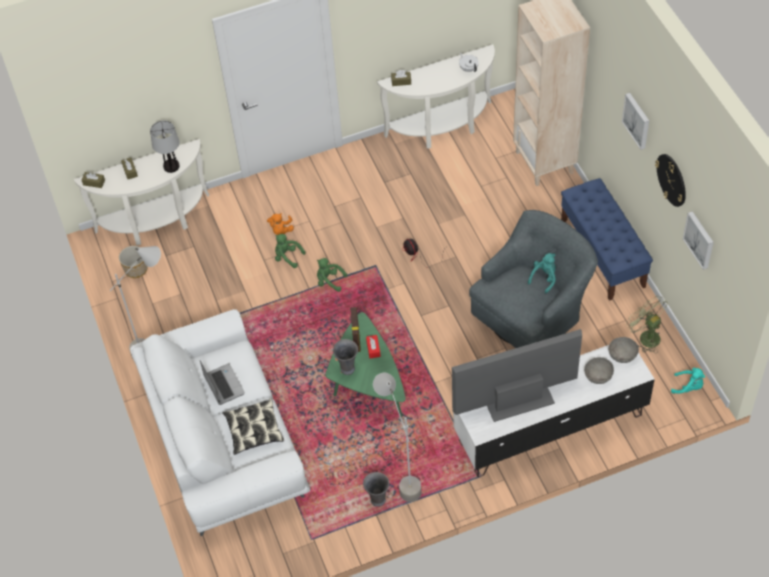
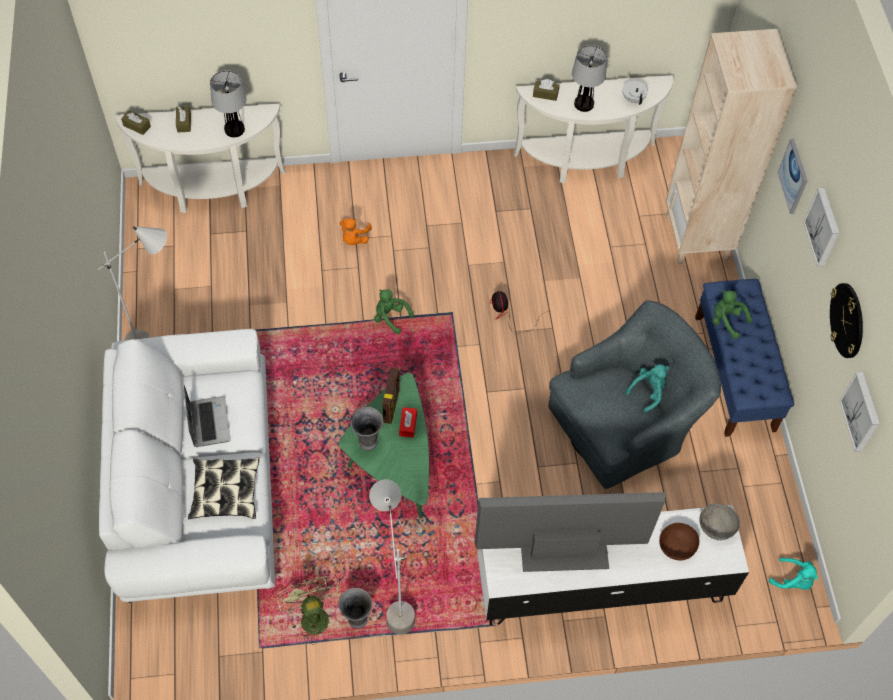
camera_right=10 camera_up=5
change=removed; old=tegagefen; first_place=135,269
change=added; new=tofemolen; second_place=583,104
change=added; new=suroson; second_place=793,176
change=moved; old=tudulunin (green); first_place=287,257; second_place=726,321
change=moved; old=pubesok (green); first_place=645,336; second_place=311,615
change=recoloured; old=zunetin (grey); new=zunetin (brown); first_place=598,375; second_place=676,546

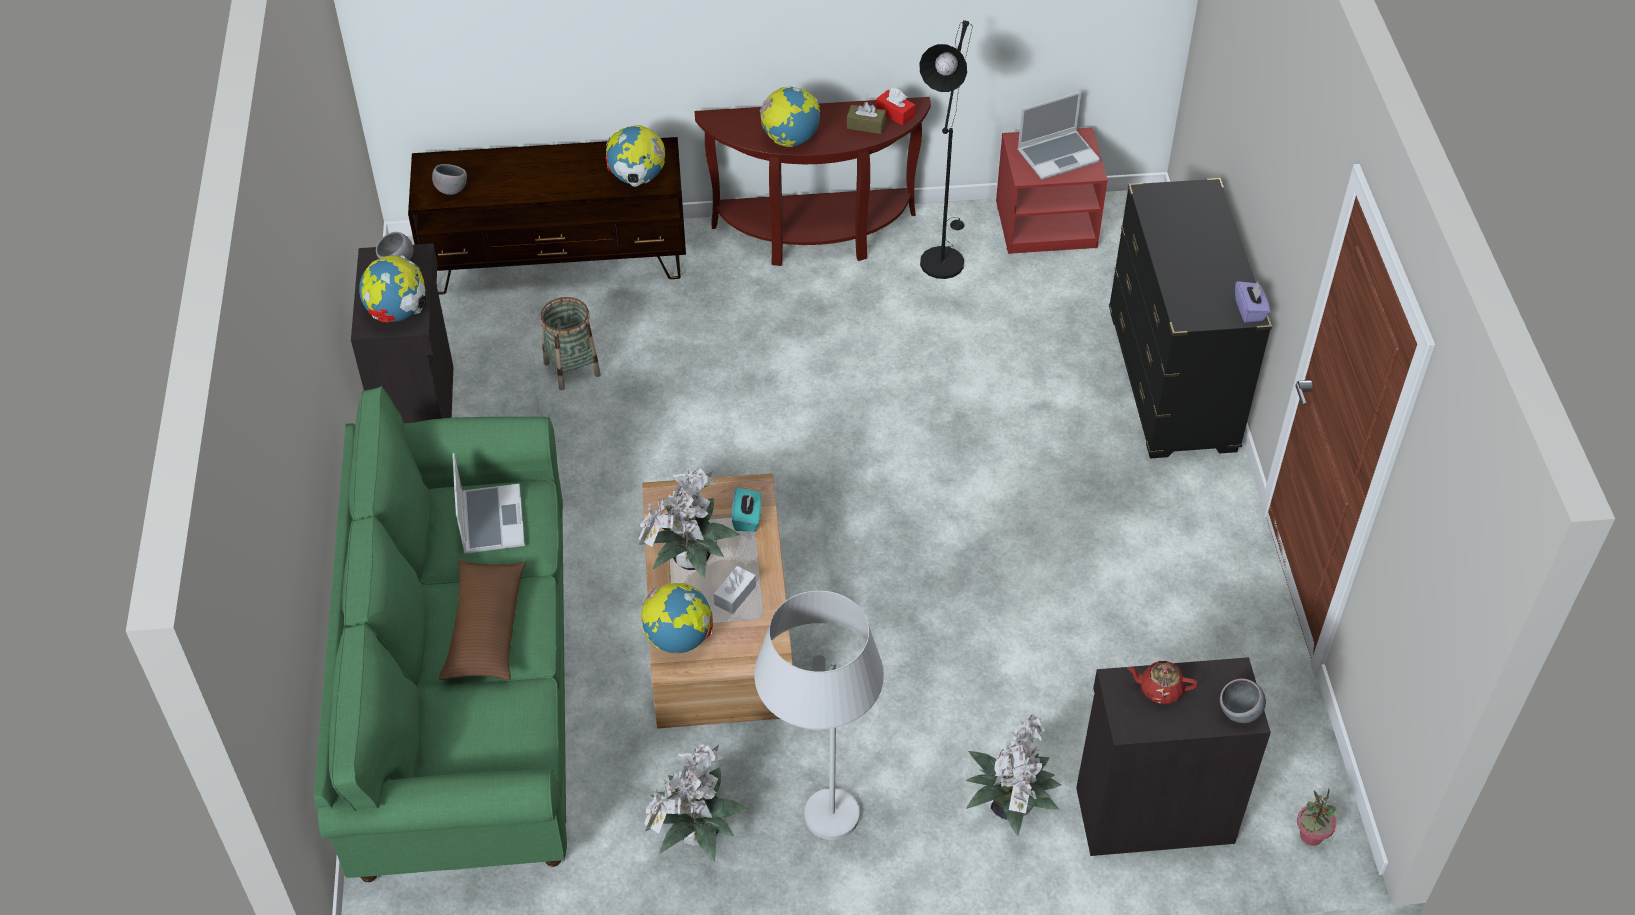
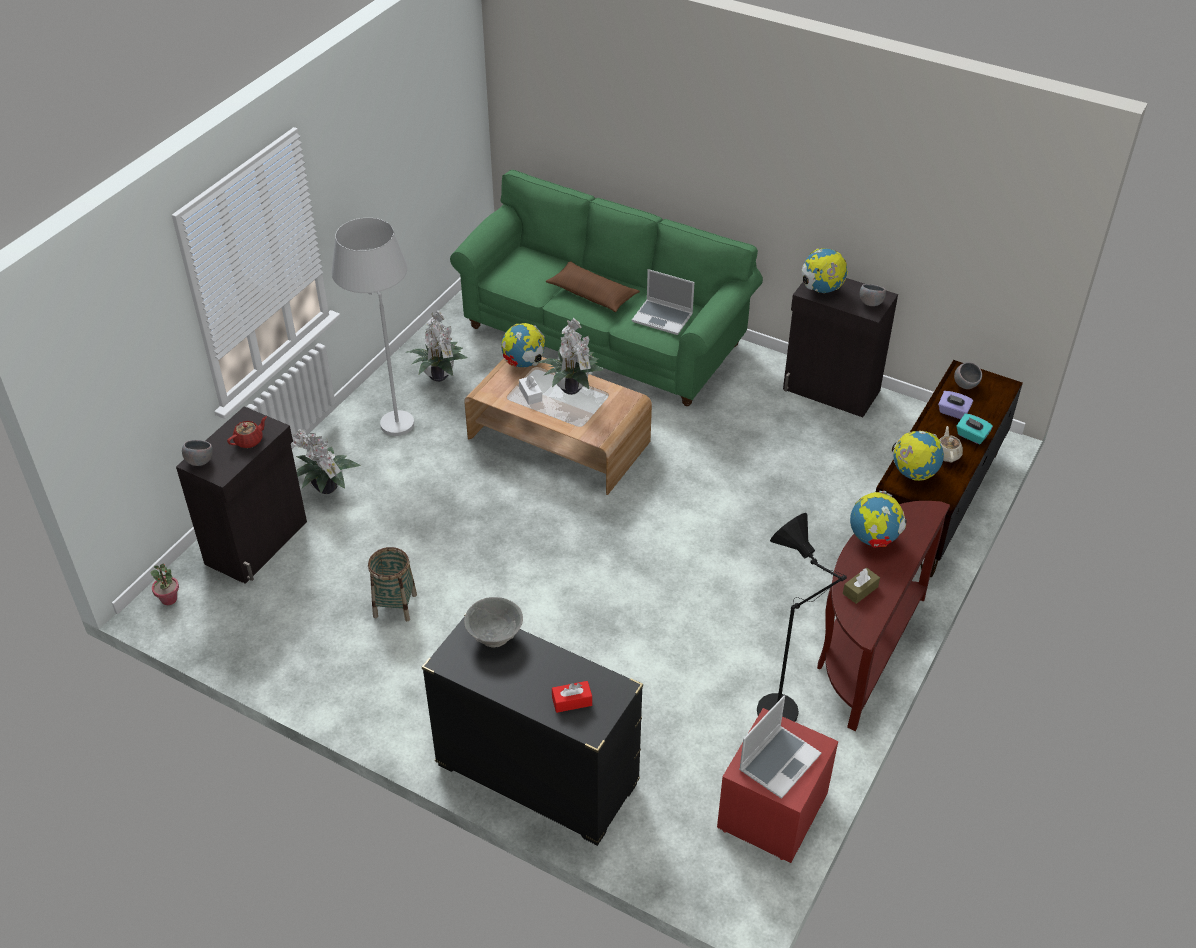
camera_right=125 camera_up=-5
change=added; new=zunetin (grey); second_place=494,635
change=added; new=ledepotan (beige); second_place=947,454
change=moved; old=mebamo; first_place=572,369; second_place=395,605
change=moved; old=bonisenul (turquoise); first_place=747,518; second_place=971,436
change=moved; old=bonisenul (red); first_place=895,113; second_place=572,701
change=moved; old=bonisenul (purple); first_place=1250,310; second_place=953,412
change=turned; old=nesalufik; first_place=1058,155; second_place=779,761; degrees=-150

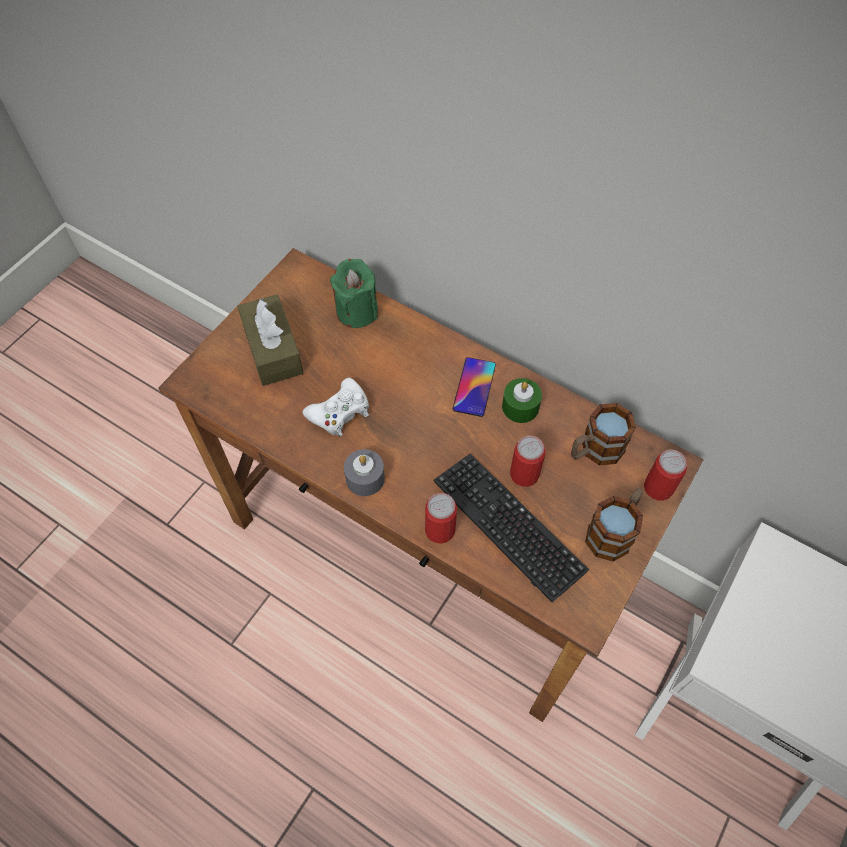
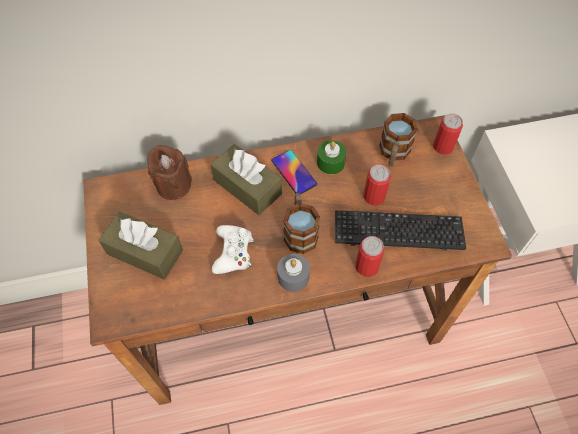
camera_right=-45 camera_up=0
change=added; new=bonisenul (brown); second_place=247,187
change=moved; old=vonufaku; first_place=613,531; second_place=300,231
change=recoloured; old=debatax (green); new=debatax (brown); first_place=357,311; second_place=173,185

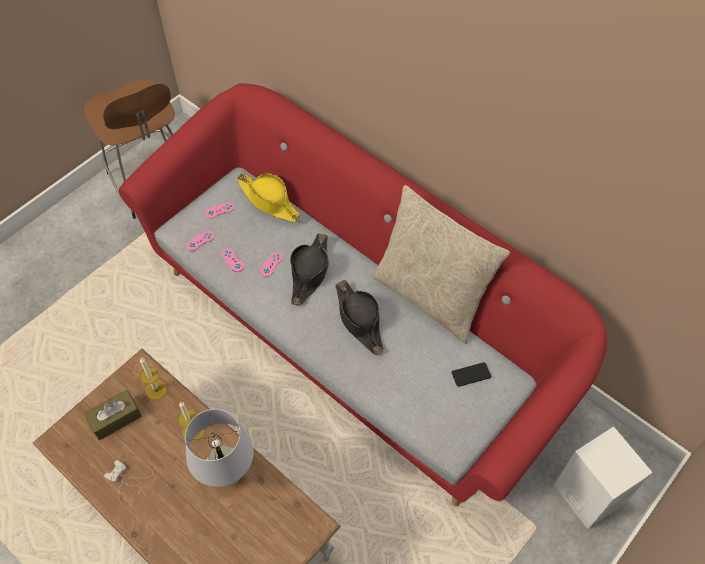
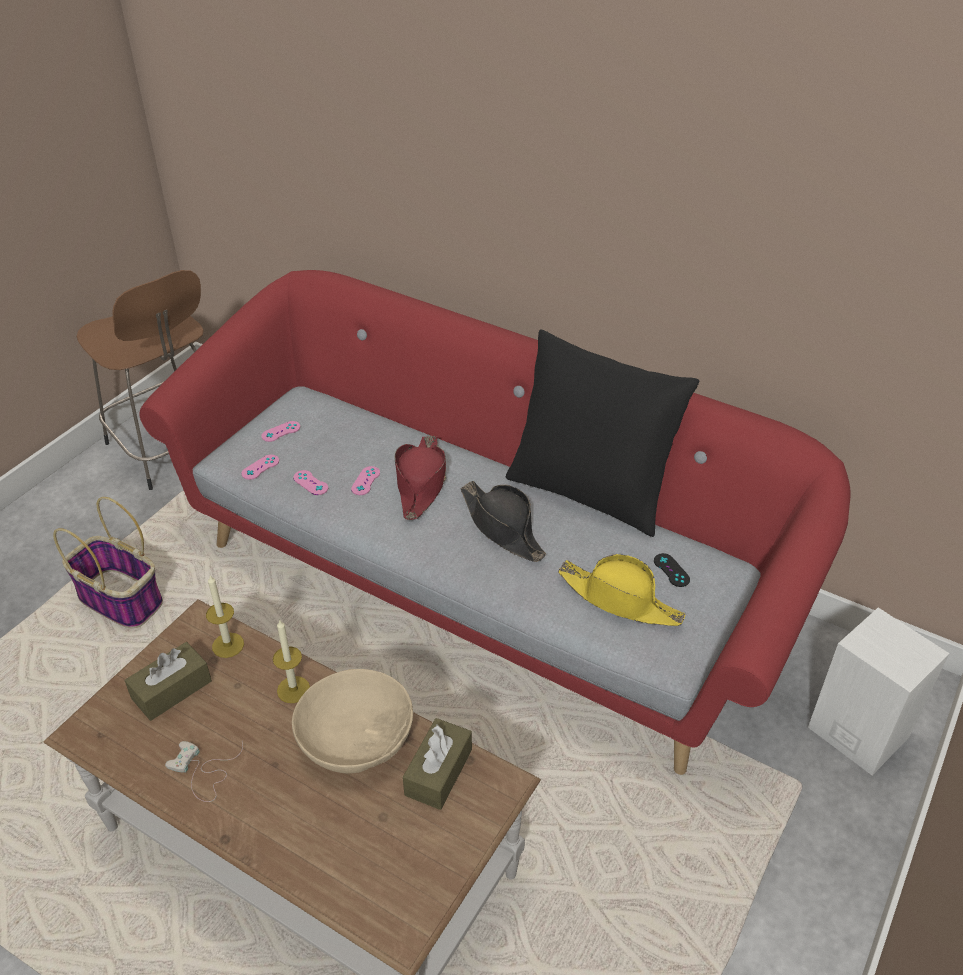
camera_right=-10 camera_up=-15
change=added; new=mebamo; second_place=122,600
change=added; new=bonisenul (brown); second_place=438,772
change=moved; old=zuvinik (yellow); first_place=269,201; second_place=620,600
change=replaced; old=tofemolen (white); new=zunetin (beige); first_place=227,475; second_place=356,737
change=replaced; old=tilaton; new=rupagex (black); first_place=471,374; second_place=671,570
change=recoloured; old=zuvinik (black); new=zuvinik (red); first_place=310,272; second_place=421,483
change=recoloured; old=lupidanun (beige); new=lupidanun (black); first_place=430,296; second_place=590,491

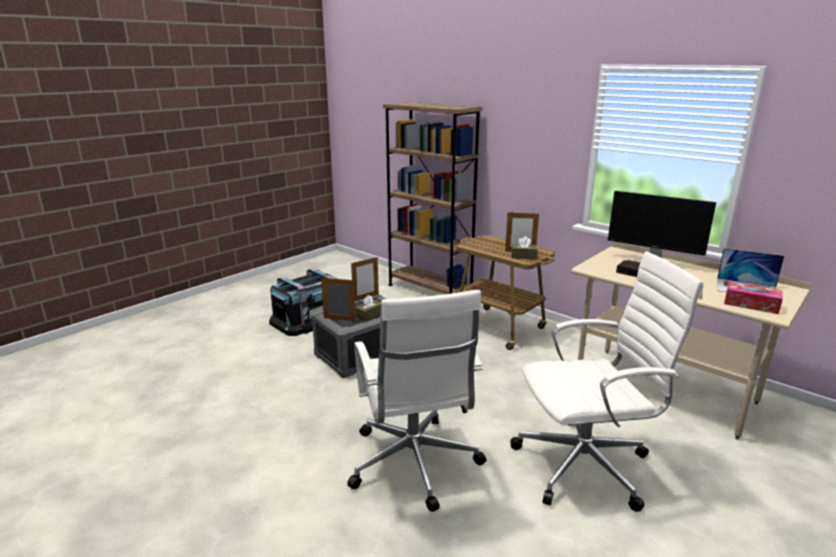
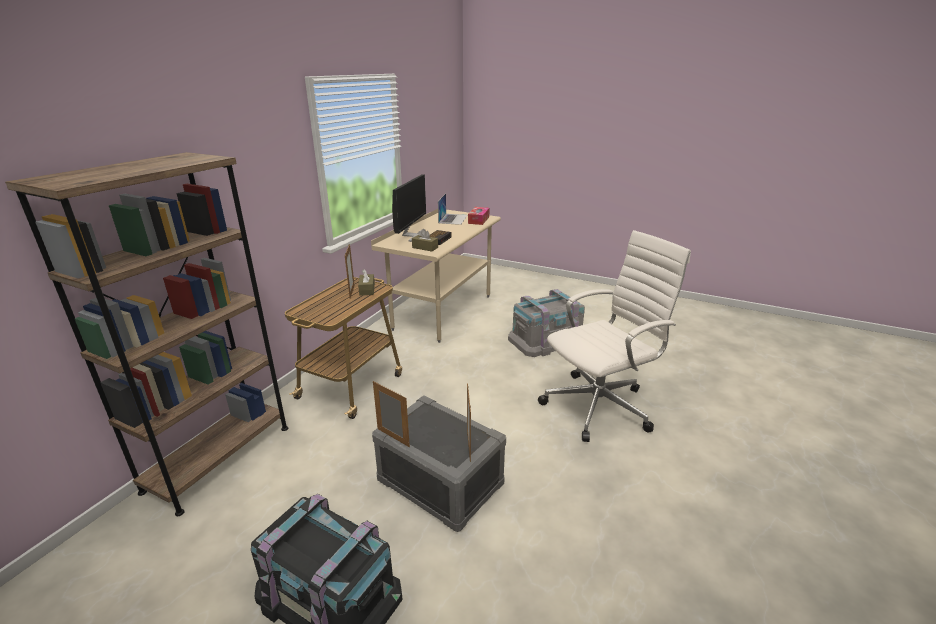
camera_right=-105 camera_up=5
change=moved; old=bonisenul (brown); first_place=369,315; second_place=425,247
change=replaced; old=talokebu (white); new=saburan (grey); first_place=587,465; second_place=546,339

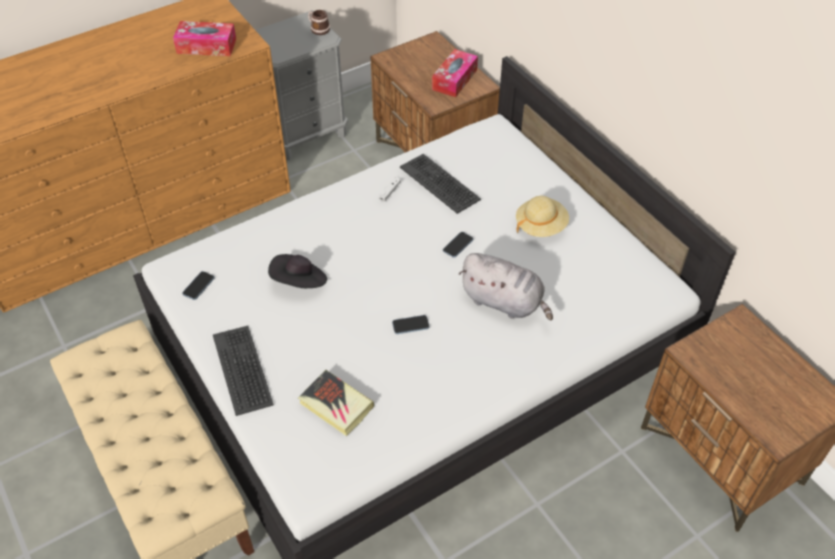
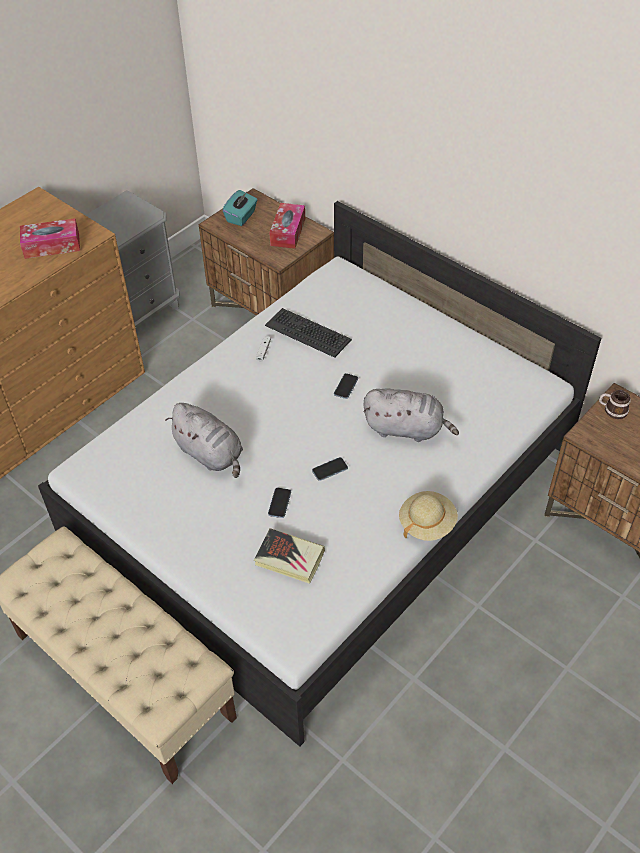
camera_right=-15 camera_up=0
change=removed; old=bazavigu; first_place=243,369
change=added; new=bonisenul (turquoise); second_place=241,217
change=moved; old=tilaton; first_place=198,286; second_place=279,503
change=moved; old=vonufaku; first_place=318,29; second_place=612,410
change=moved; old=zuvinik (beige); first_place=541,226; second_place=427,523
change=replaced; old=zuvinik (black); new=tudulunin (grey); first_place=299,282; second_place=210,454

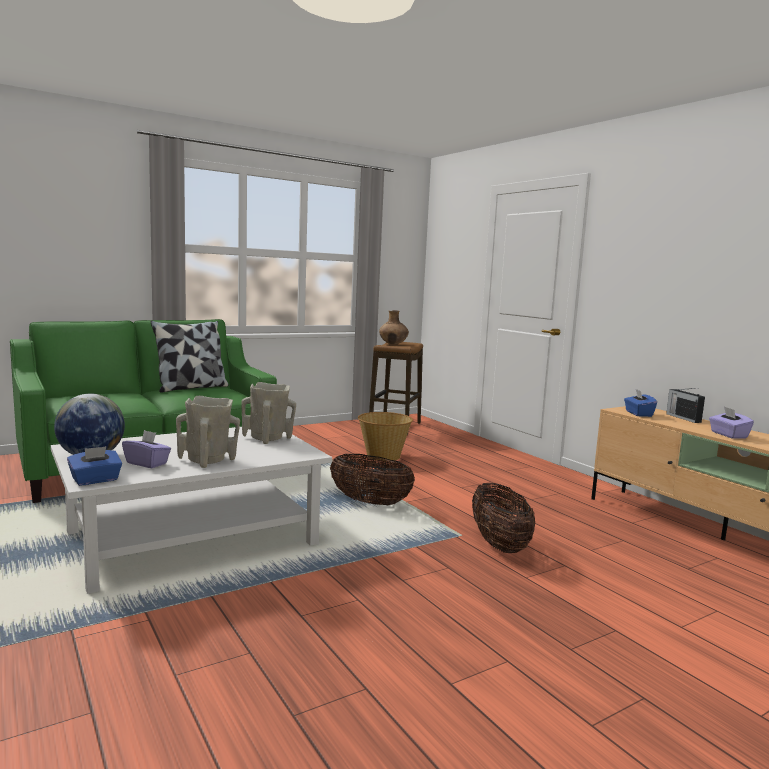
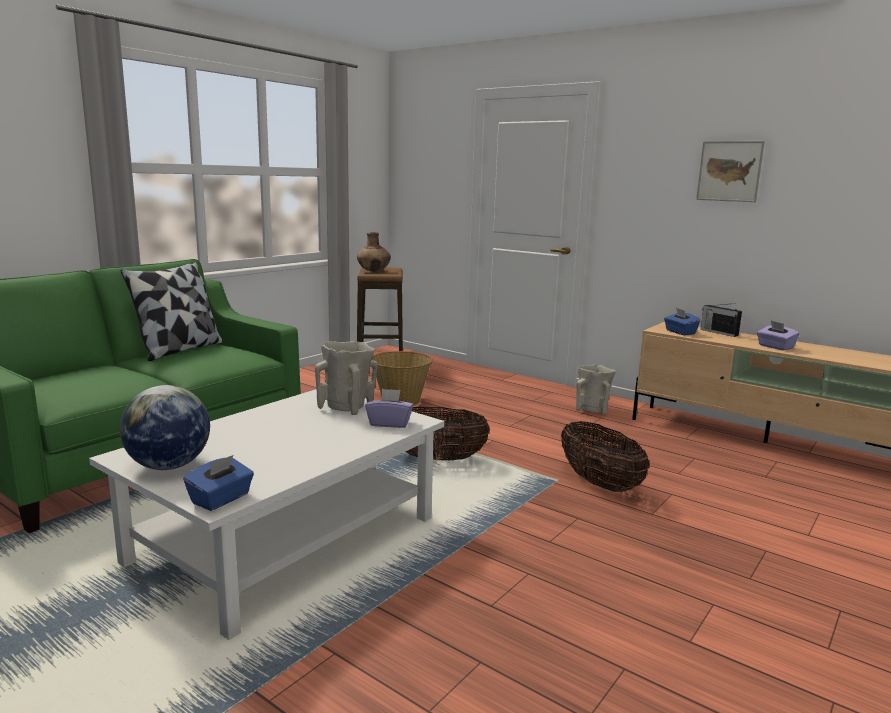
camera_right=-20 camera_up=5
change=added; new=suroson; second_place=729,171
change=moved; old=bonisenul (purple); first_place=147,463; second_place=389,423
change=moved; old=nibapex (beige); first_place=209,460; second_place=593,409

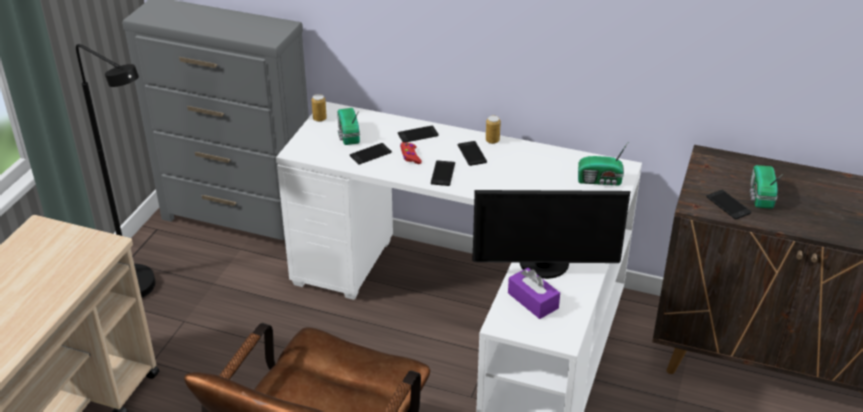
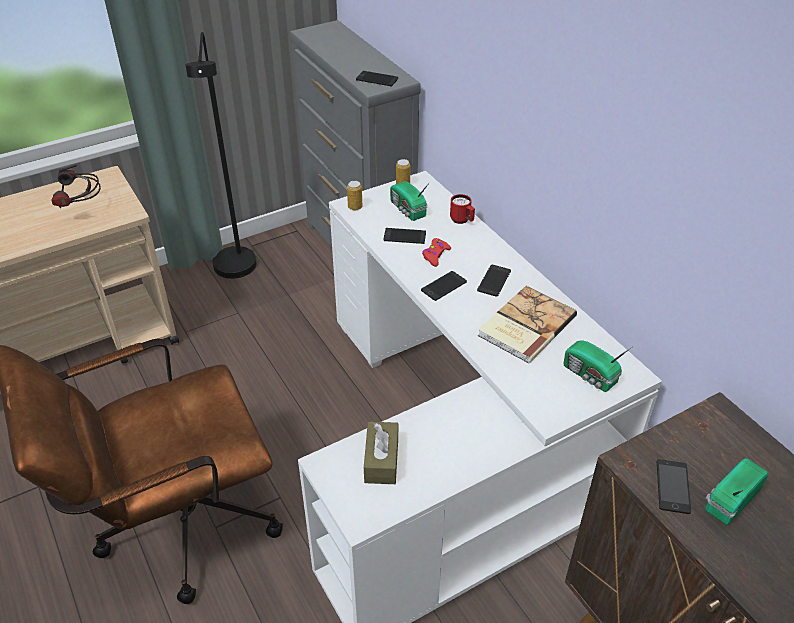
camera_right=40 camera_up=5
change=removed; old=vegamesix; first_place=545,266
change=added; new=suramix; second_place=82,210
change=added; new=vonufaku (red); second_place=462,221
change=added; new=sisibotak; second_place=525,326
change=moved; old=tilaton; first_place=418,134; second_place=377,79
change=moved; old=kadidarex; first_place=492,141; second_place=355,207
change=recoloured; old=bonisenul (purple); new=bonisenul (brown); first_place=533,300; second_place=381,460
change=turned; old=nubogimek; first_place=348,135; second_place=407,210; degrees=-60

